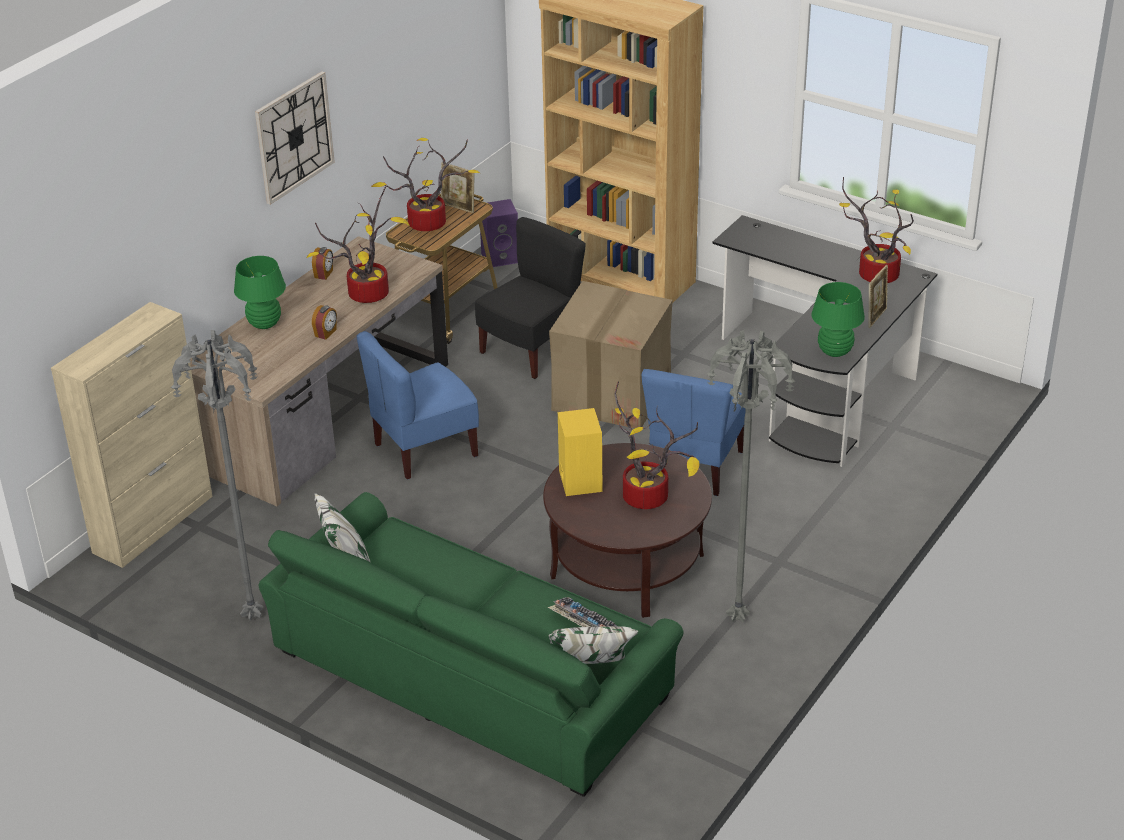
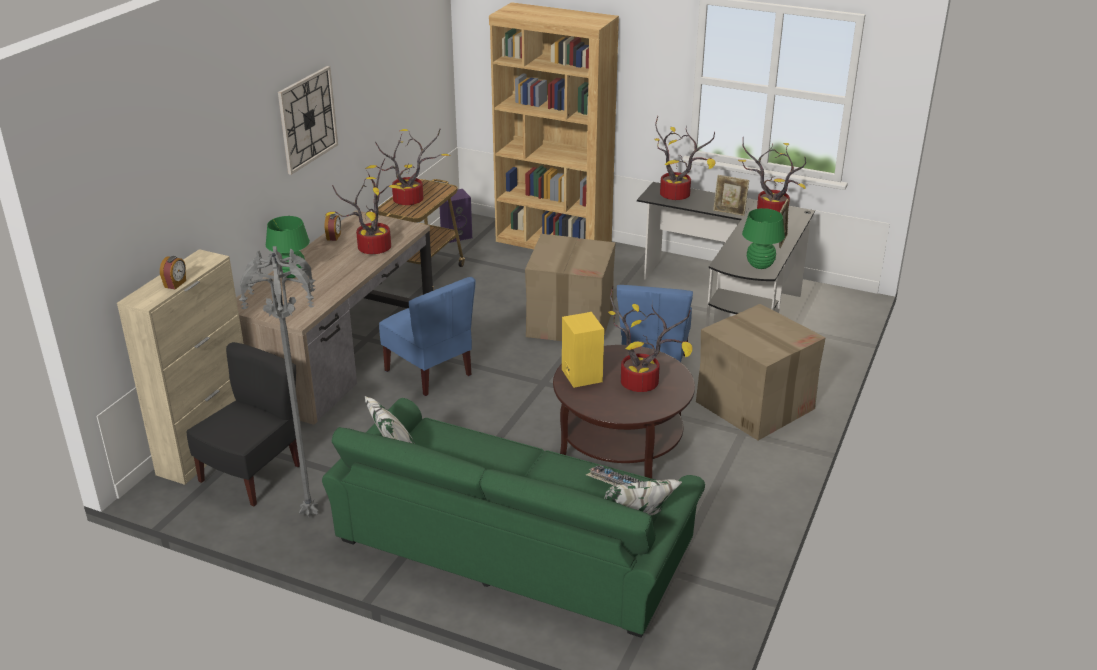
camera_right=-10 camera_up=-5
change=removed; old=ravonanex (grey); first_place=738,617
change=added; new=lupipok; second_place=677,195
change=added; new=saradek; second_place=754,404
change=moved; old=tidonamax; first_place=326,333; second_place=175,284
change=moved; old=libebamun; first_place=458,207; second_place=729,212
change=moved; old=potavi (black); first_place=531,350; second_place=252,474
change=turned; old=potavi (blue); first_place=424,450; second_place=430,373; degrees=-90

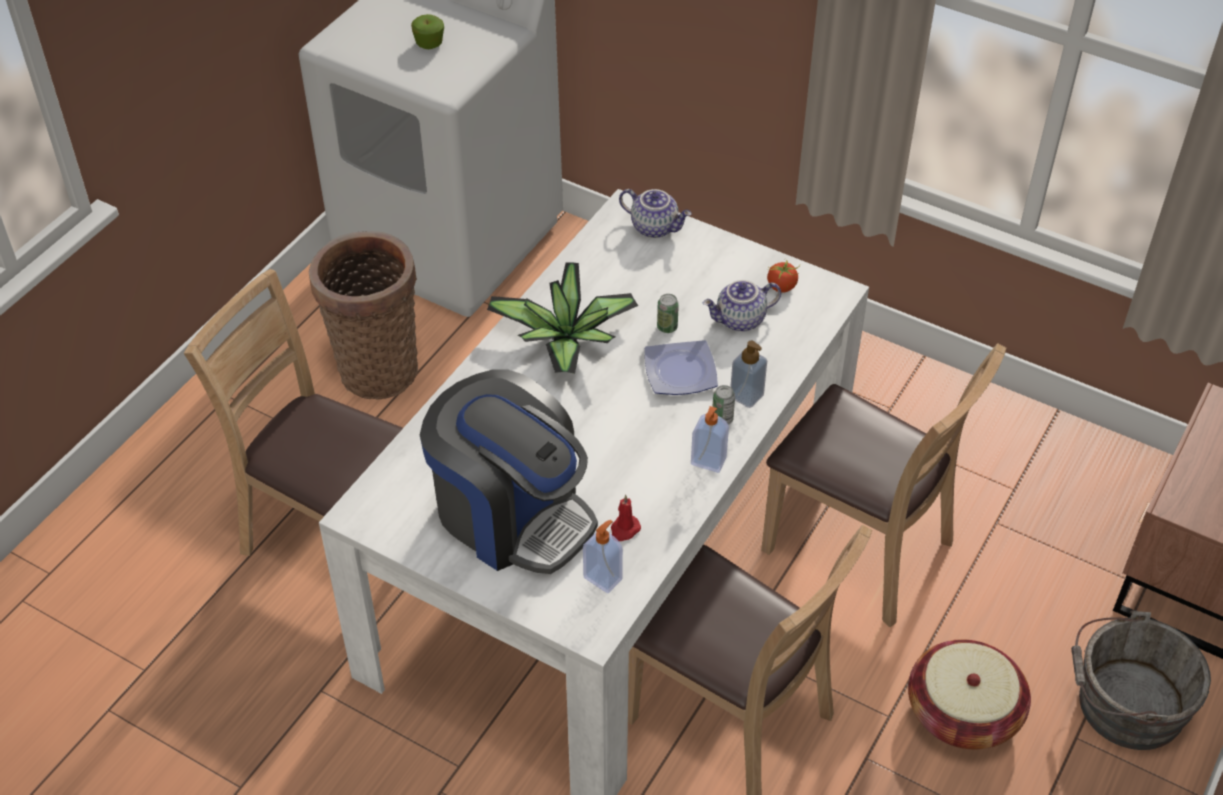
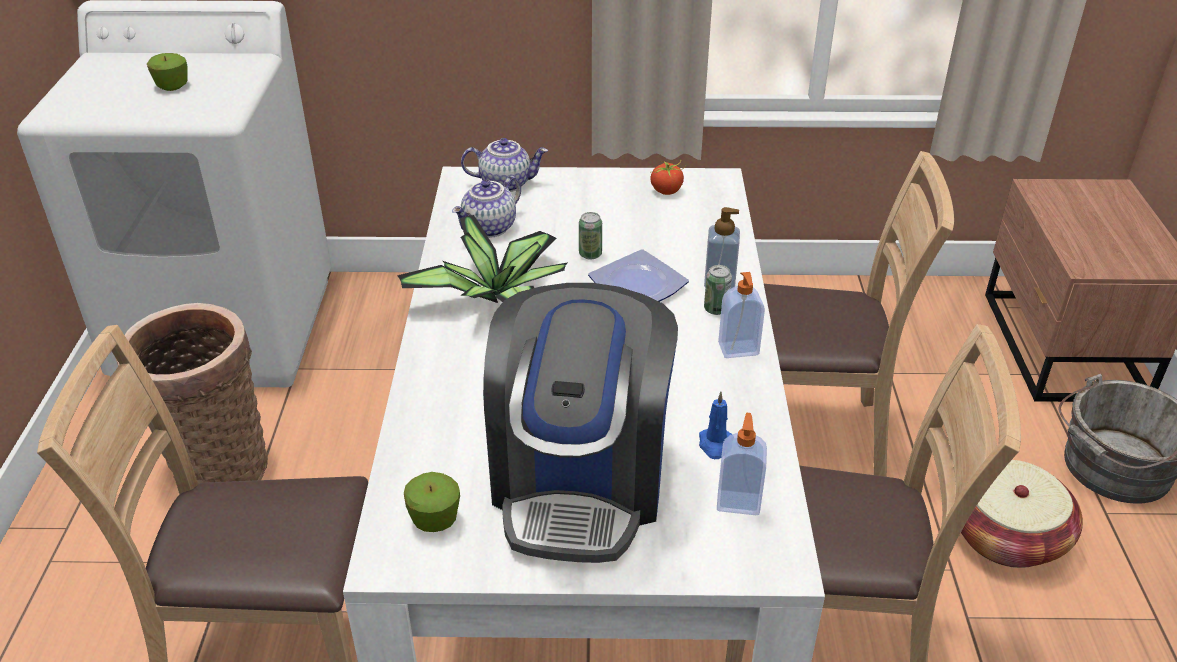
camera_right=-30 camera_up=-10
change=added; new=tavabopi; second_place=434,519
change=moved; old=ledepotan; first_place=740,321; second_place=490,228
change=recoloured; old=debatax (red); new=debatax (blue); first_place=624,530; second_place=715,444
change=turned; old=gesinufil; first_place=512,515; second_place=580,481; degrees=90

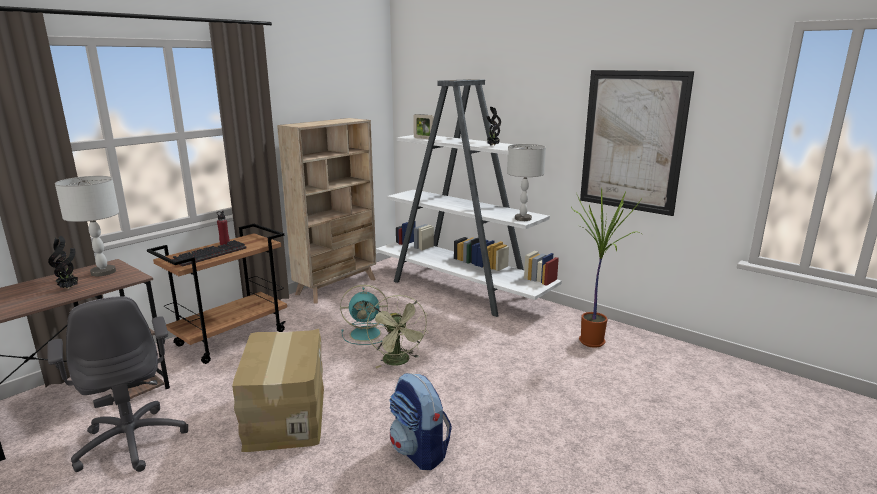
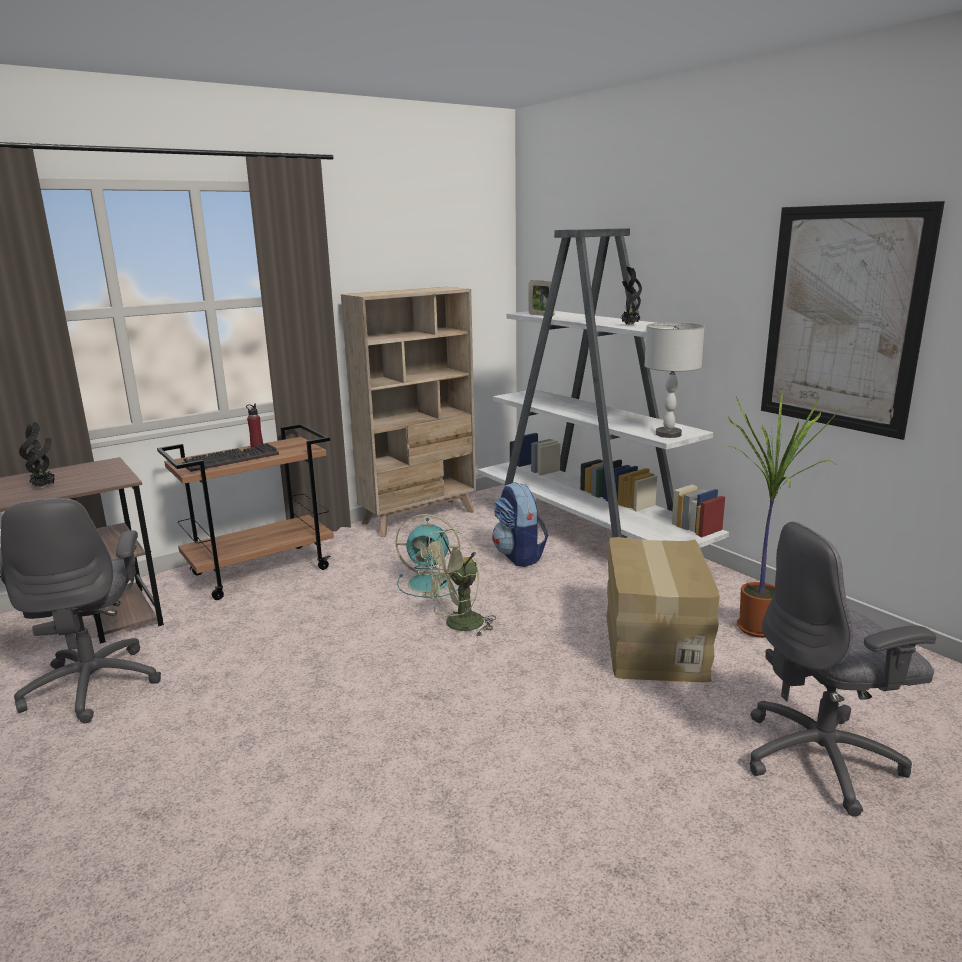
camera_right=15 camera_up=0
change=removed; old=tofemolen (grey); first_place=104,272
change=added; new=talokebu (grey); second_place=822,758
change=moved; old=saradek; first_place=284,415; second_place=653,643
change=moved; old=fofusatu; first_place=419,451; second_place=519,556
change=turned; old=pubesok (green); first_place=399,362; second_place=458,626; degrees=60

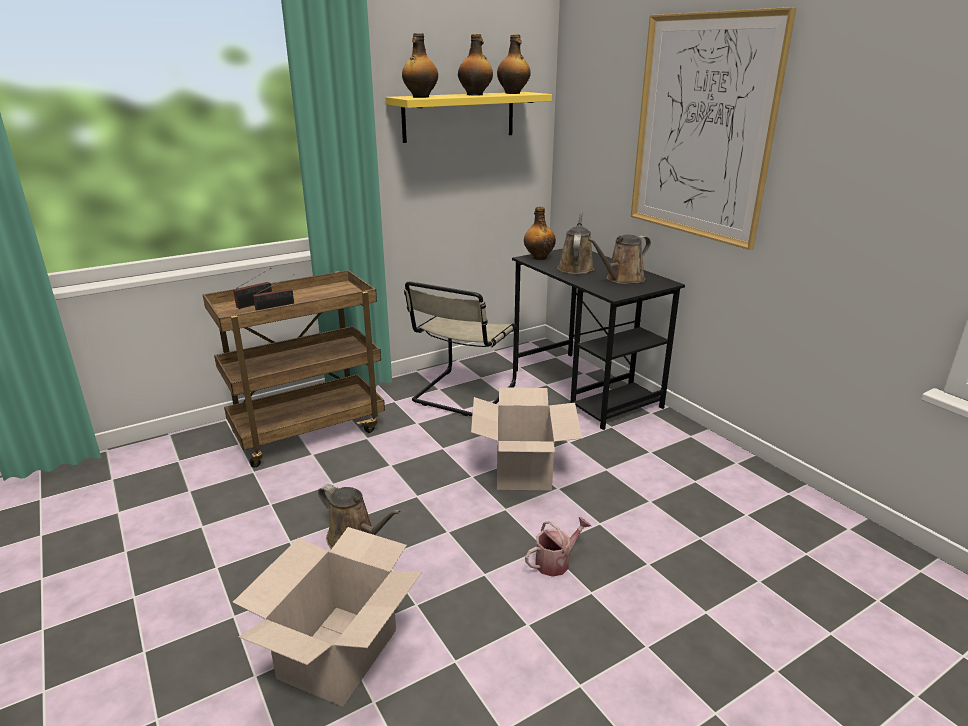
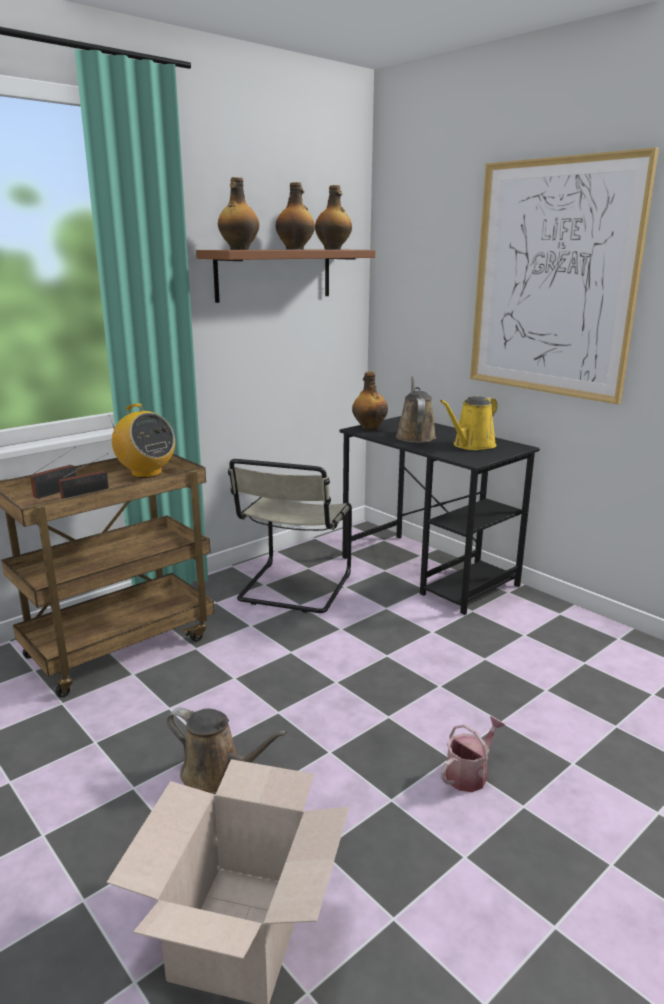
camera_right=-10 camera_up=-5
change=removed; old=saradek; first_place=522,469
change=added; new=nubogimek; second_place=146,473
change=recoloured; old=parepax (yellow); new=parepax (brown); first_place=459,116; second_place=274,274
change=recoloured; old=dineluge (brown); new=dineluge (yellow); first_place=622,279; second_place=471,445

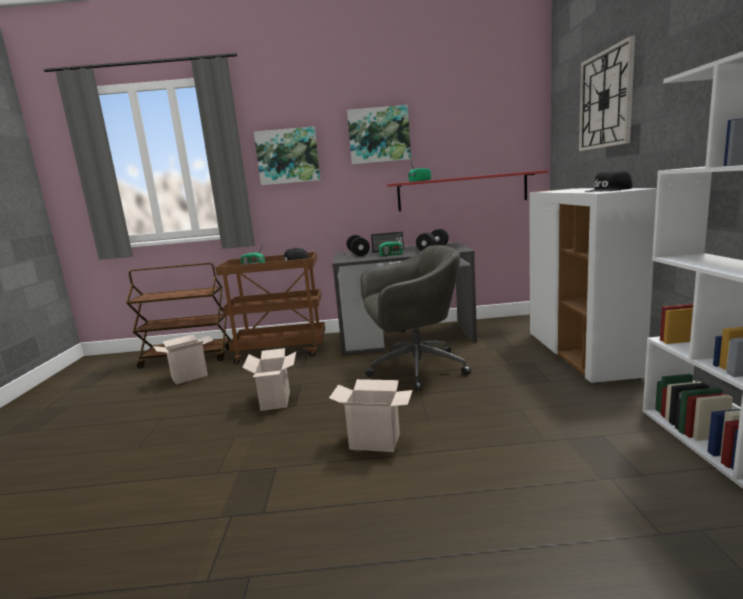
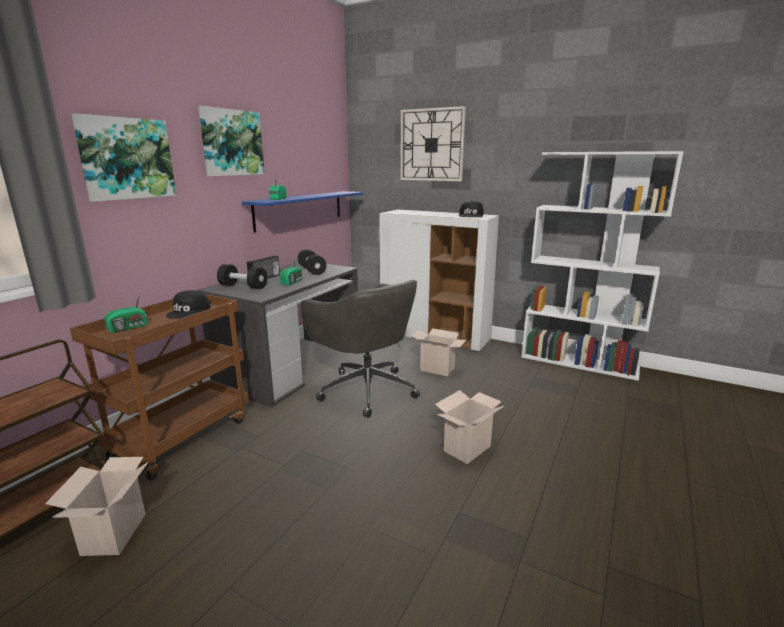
camera_right=-60 camera_up=5
change=moved; old=saradek; first_place=276,401; second_place=438,369
change=recoloured; old=parepax (red); new=parepax (blue); first_place=462,191; second_place=300,209
change=turned; old=talokebu (grey); first_place=414,369; second_place=365,389; degrees=120

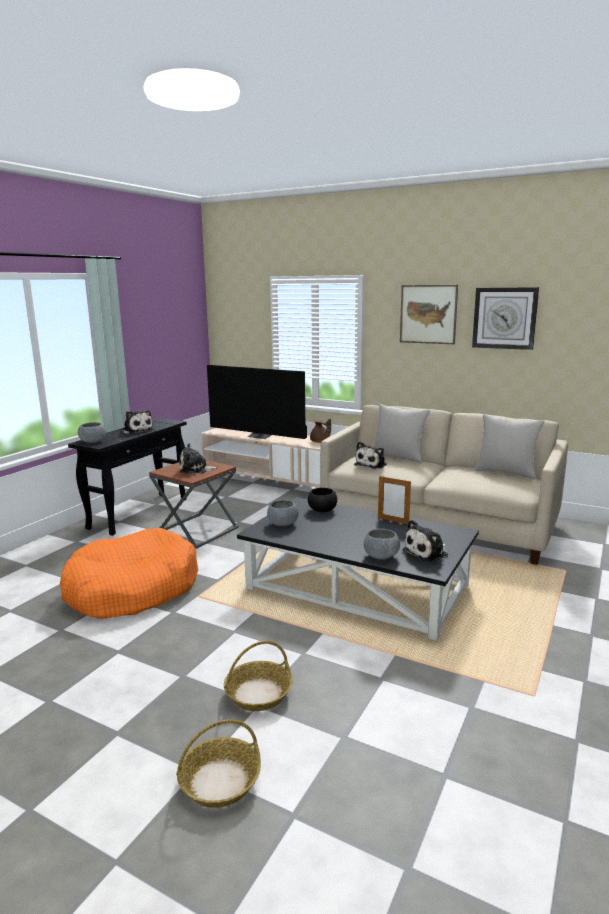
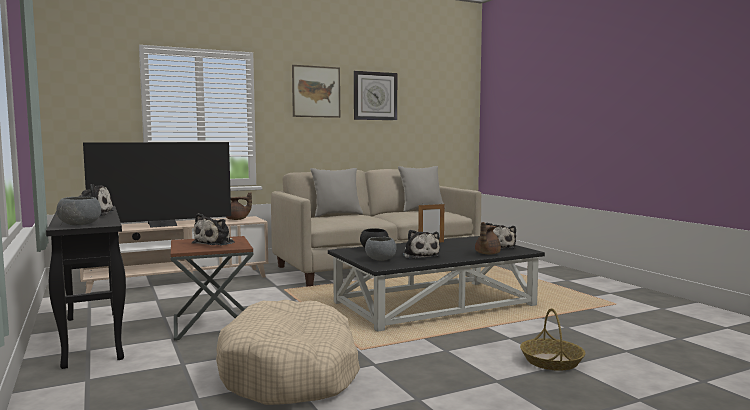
camera_right=-55 camera_up=-10
change=removed; old=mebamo; first_place=219,782
change=moved; old=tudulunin; first_place=372,464; second_place=420,255
change=replaced; old=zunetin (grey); new=ledepotan (brown); first_place=381,556; second_place=486,254
change=recoloured; old=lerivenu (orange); new=lerivenu (beige); first_place=132,589; second_place=291,372

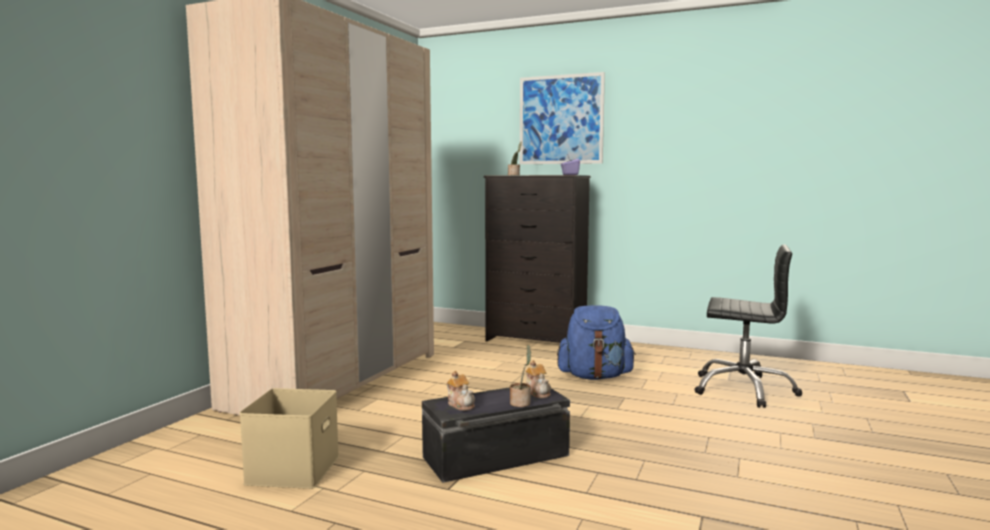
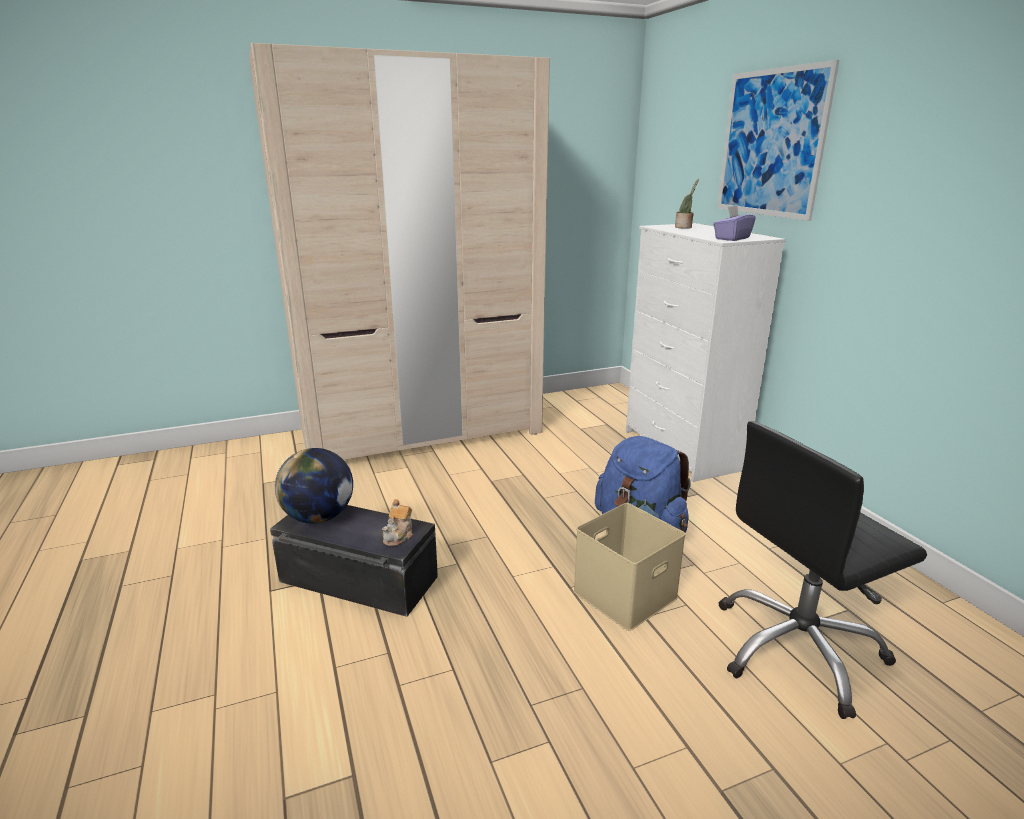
camera_right=45 camera_up=15
change=removed; old=lupipok; first_place=521,403
change=moved; old=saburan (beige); first_place=292,469; second_place=625,593
change=replaced; old=ledepotan; new=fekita; first_place=461,405; second_place=319,517
change=recoloured; old=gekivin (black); new=gekivin (white); first_place=536,340; second_place=682,450
change=turned; old=talokebu (black); first_place=743,389; second_place=797,649; degrees=90

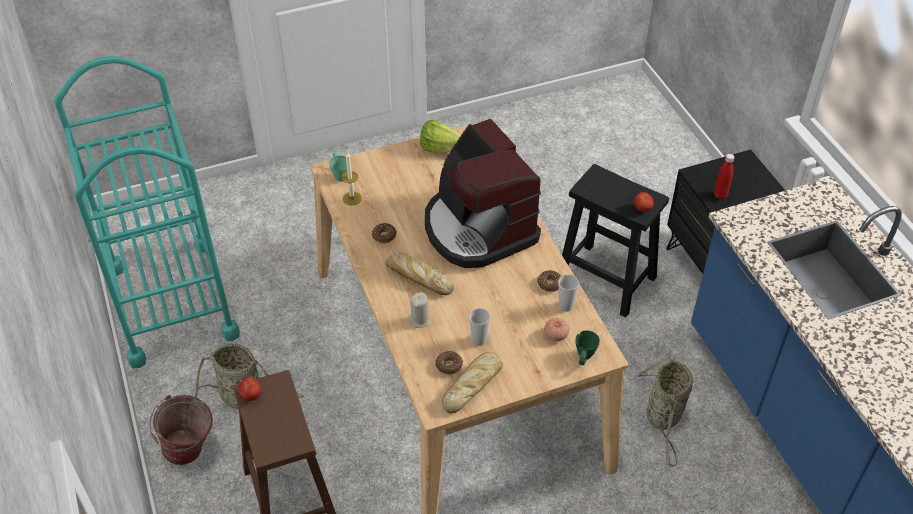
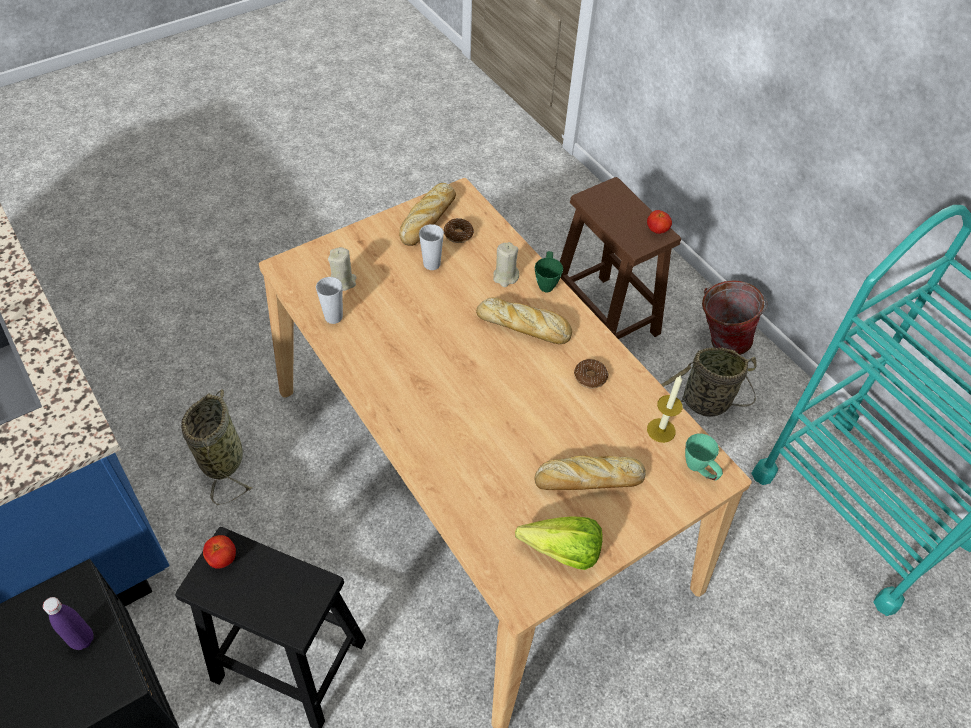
camera_right=165 camera_up=5
change=removed; old=gesinufil; first_place=478,228
change=removed; old=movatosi; first_place=550,284
change=added; new=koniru; second_place=587,480
change=moved; old=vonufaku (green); first_place=584,359; second_place=546,282
change=replaced; old=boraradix; new=debatax (beige); first_place=556,335; second_place=343,282
change=recoloured; old=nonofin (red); new=nonofin (purple); first_place=720,195; second_place=82,639

